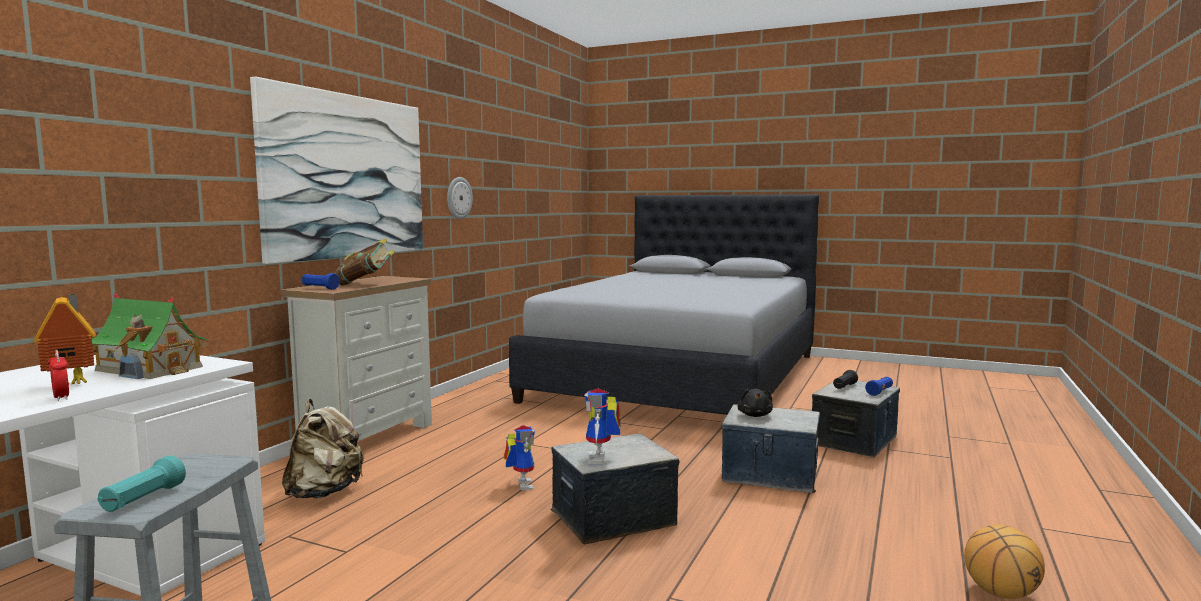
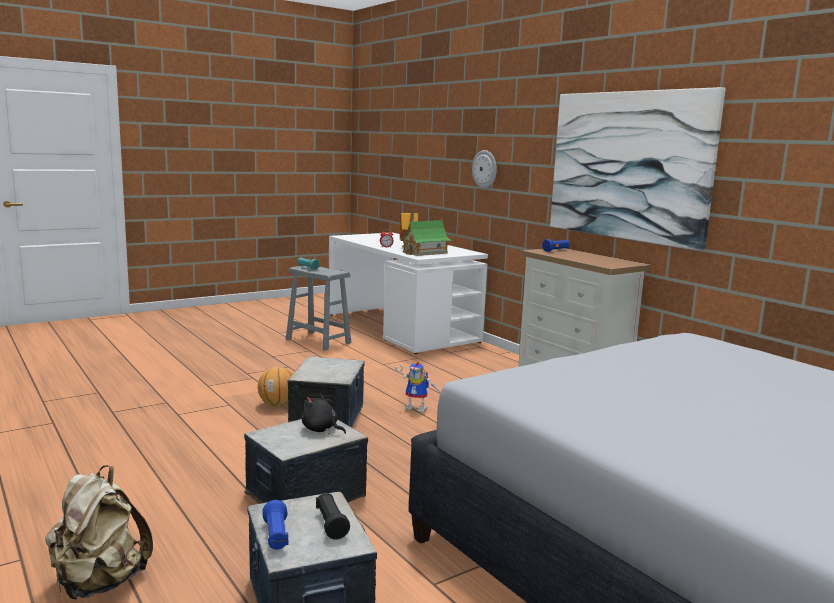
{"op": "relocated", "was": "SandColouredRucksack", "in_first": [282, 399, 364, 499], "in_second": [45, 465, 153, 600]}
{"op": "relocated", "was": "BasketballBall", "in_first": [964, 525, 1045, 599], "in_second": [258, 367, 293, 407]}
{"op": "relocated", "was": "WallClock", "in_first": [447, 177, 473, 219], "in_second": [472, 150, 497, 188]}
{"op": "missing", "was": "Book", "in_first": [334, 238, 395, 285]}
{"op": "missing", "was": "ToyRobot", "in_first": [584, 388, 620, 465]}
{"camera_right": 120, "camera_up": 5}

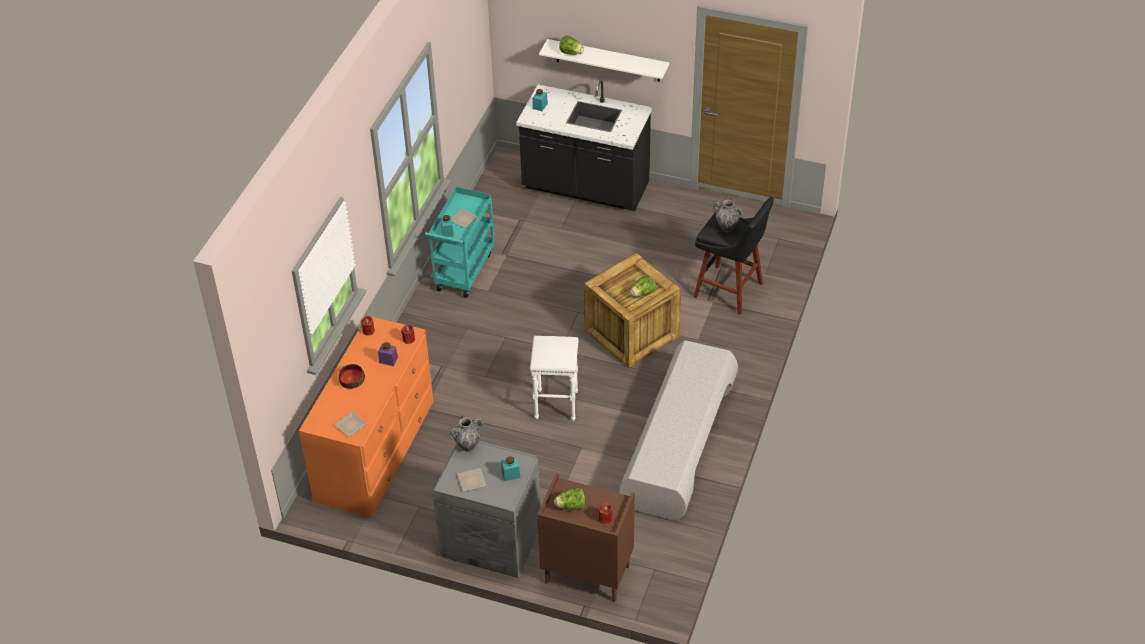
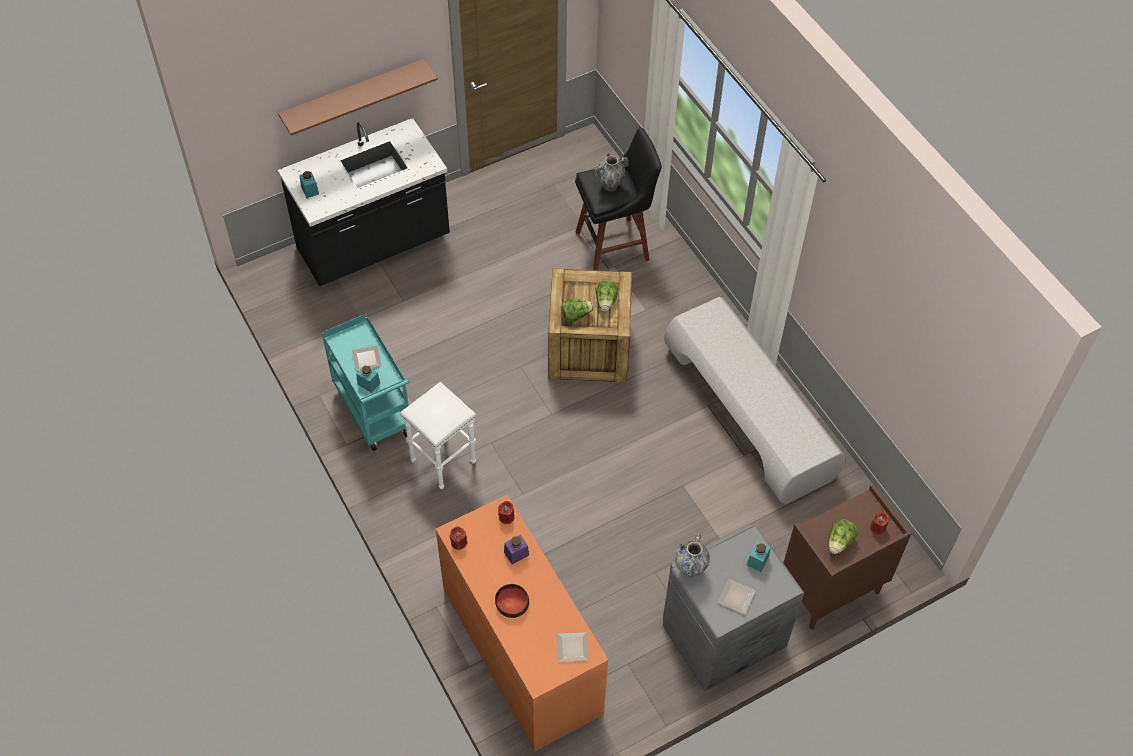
{"op": "colour", "was": "WhiteBracketShelf", "now": "BrownColouredBracketShelf", "in_first": [539, 39, 669, 82], "in_second": [278, 59, 438, 135]}
{"op": "relocated", "was": "WhiteSittingStool", "in_first": [530, 336, 579, 421], "in_second": [400, 382, 476, 489]}
{"op": "relocated", "was": "HeadOfLettuce", "in_first": [559, 35, 584, 55], "in_second": [562, 299, 594, 322]}
{"camera_right": -50, "camera_up": 10}

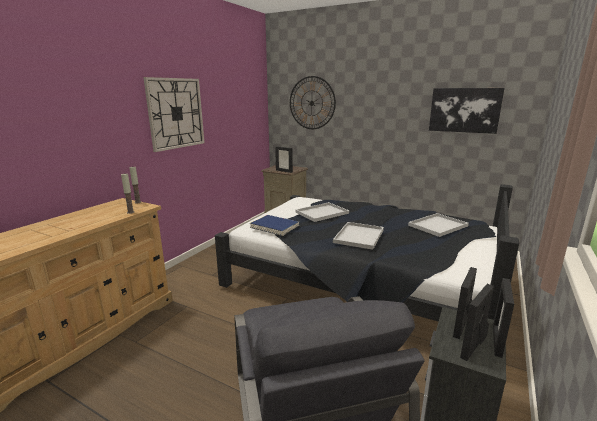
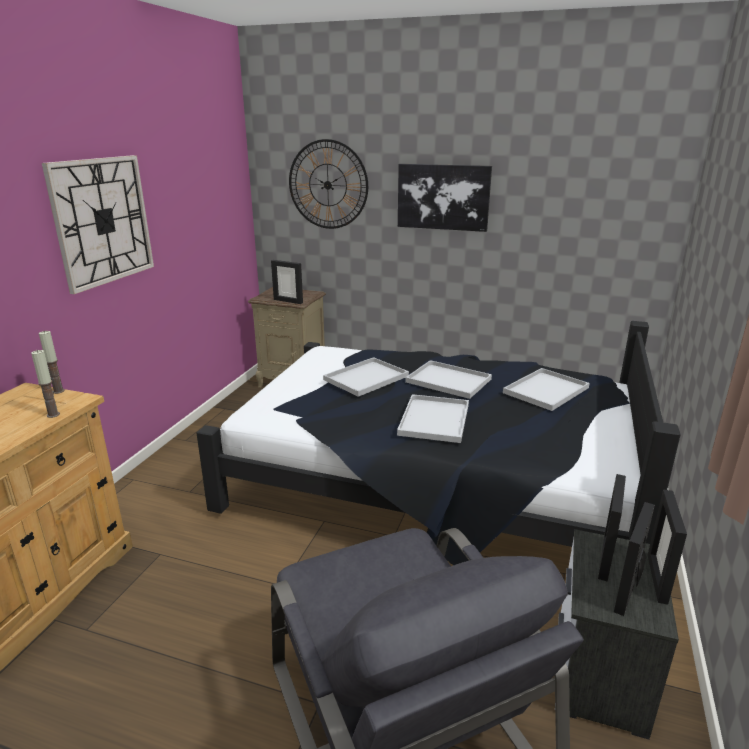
{"op": "relocated", "was": "WallArt", "in_first": [429, 88, 504, 134], "in_second": [398, 164, 492, 232]}
{"op": "appeared", "now": "WhiteServingTray", "in_second": [405, 360, 492, 399]}
{"op": "missing", "was": "BluishBook", "in_first": [250, 215, 300, 236]}
{"camera_right": -10, "camera_up": 5}

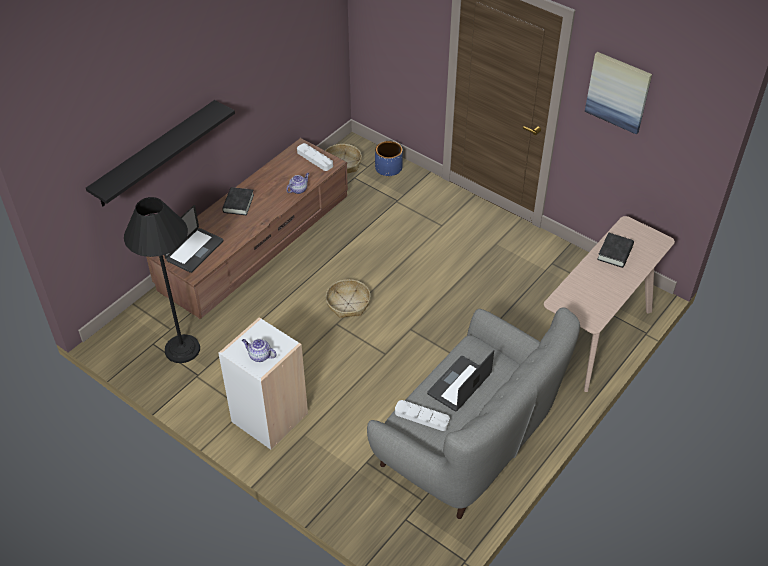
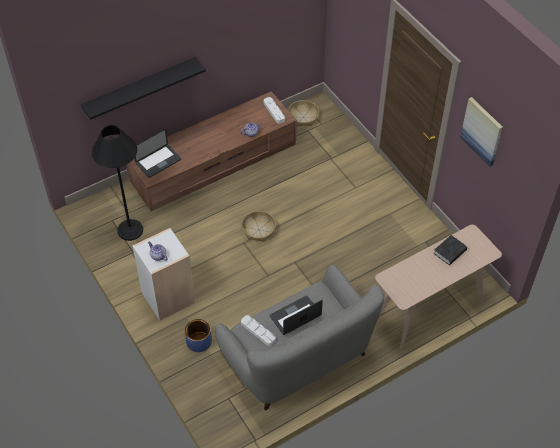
{"op": "relocated", "was": "BluishPlantPot", "in_first": [375, 141, 403, 176], "in_second": [185, 319, 212, 352]}
{"op": "missing", "was": "BlackBook", "in_first": [222, 187, 254, 215]}
{"camera_right": 20, "camera_up": 5}

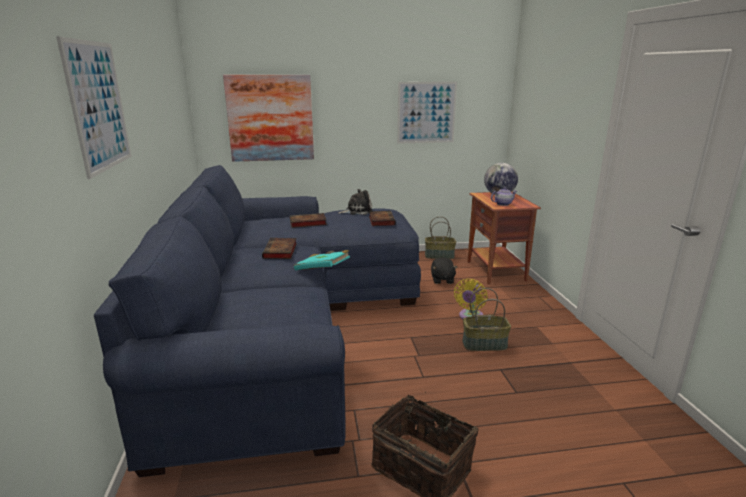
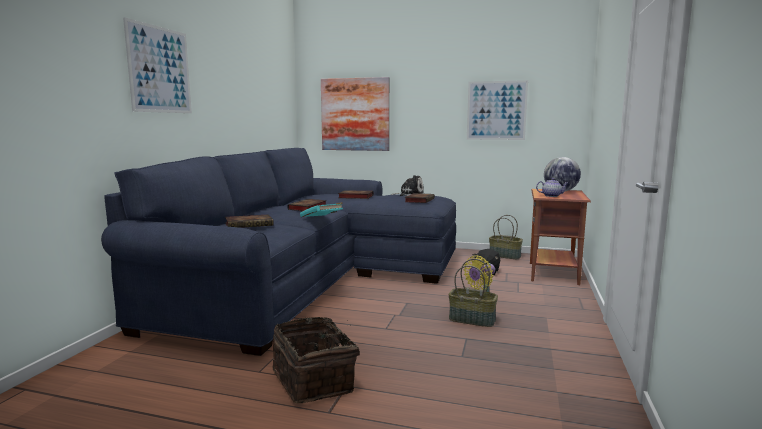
{"op": "appeared", "now": "Book", "in_second": [225, 214, 274, 228]}
{"camera_right": 25, "camera_up": -10}

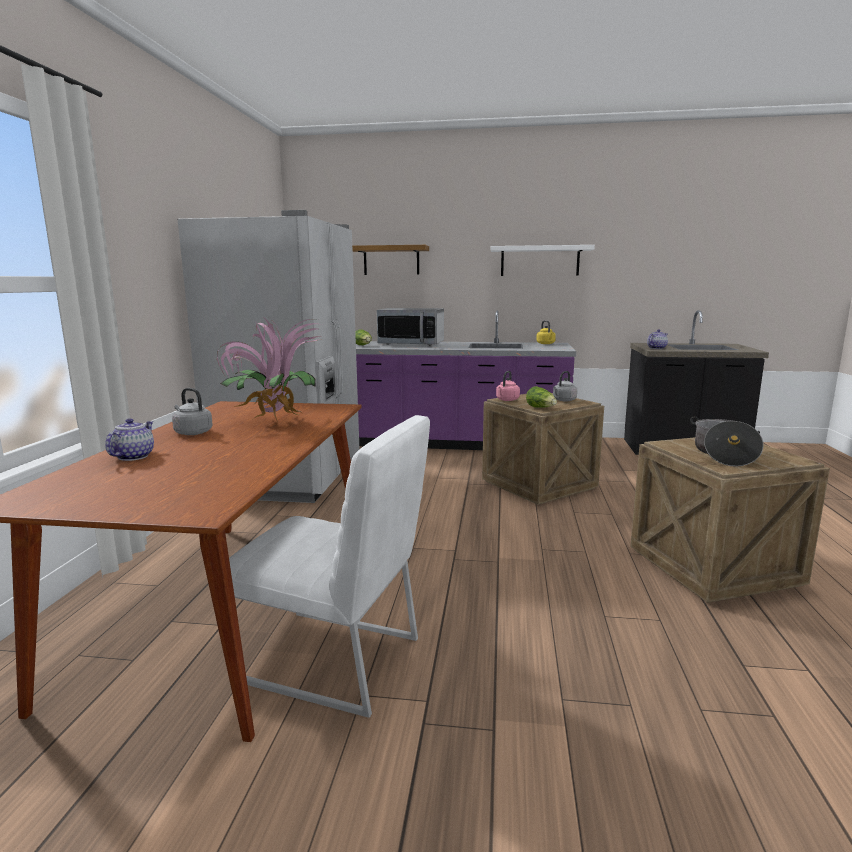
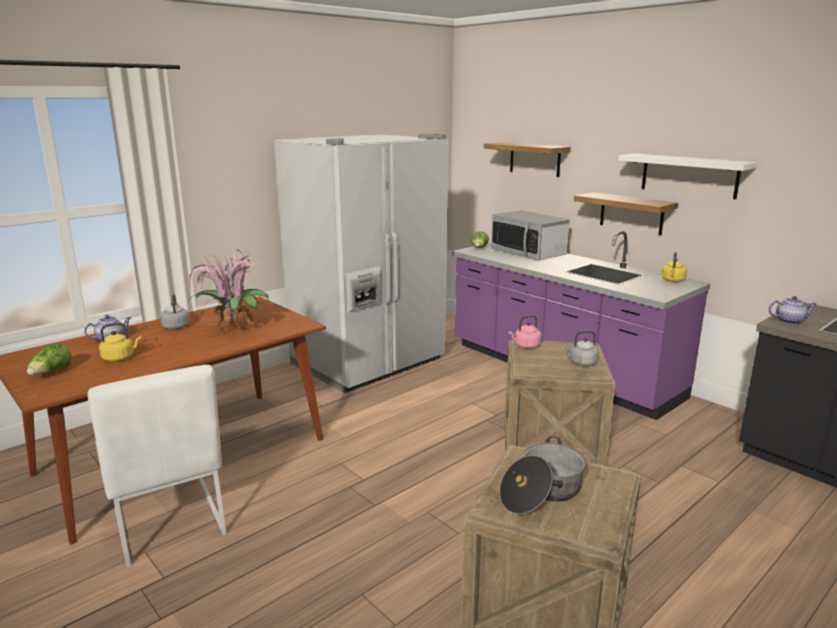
{"op": "relocated", "was": "HeadOfLettuce", "in_first": [526, 386, 557, 408], "in_second": [27, 343, 72, 375]}
{"op": "appeared", "now": "YellowKettle", "in_second": [99, 323, 142, 362]}
{"op": "appeared", "now": "BracketShelf", "in_second": [574, 192, 678, 235]}
{"camera_right": 40, "camera_up": 5}

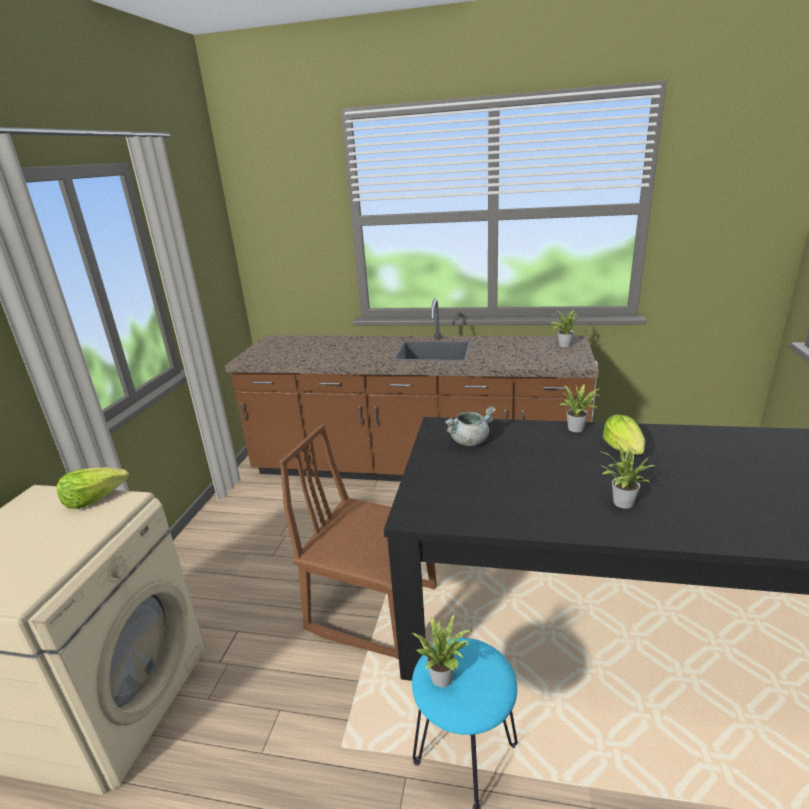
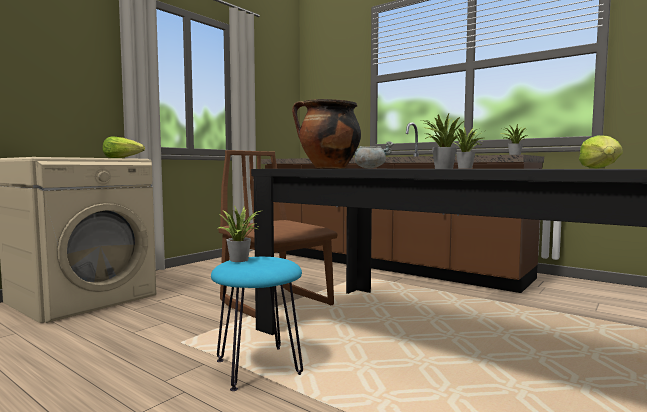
{"op": "appeared", "now": "CookingPot", "in_second": [292, 99, 361, 169]}
{"op": "relocated", "was": "HeadOfLettuce", "in_first": [603, 414, 645, 455], "in_second": [579, 135, 623, 169]}
{"camera_right": 25, "camera_up": -20}

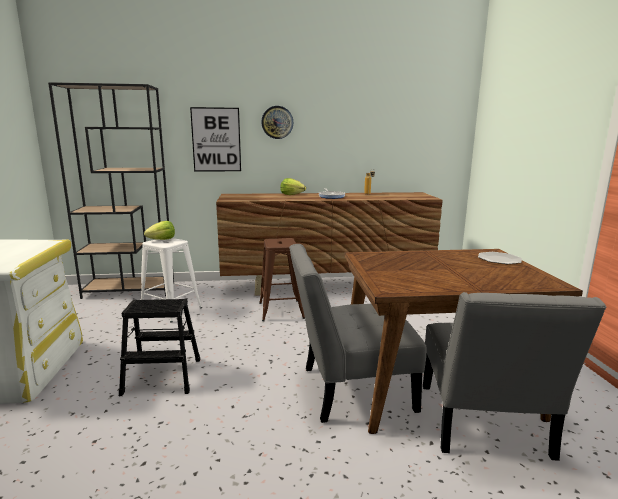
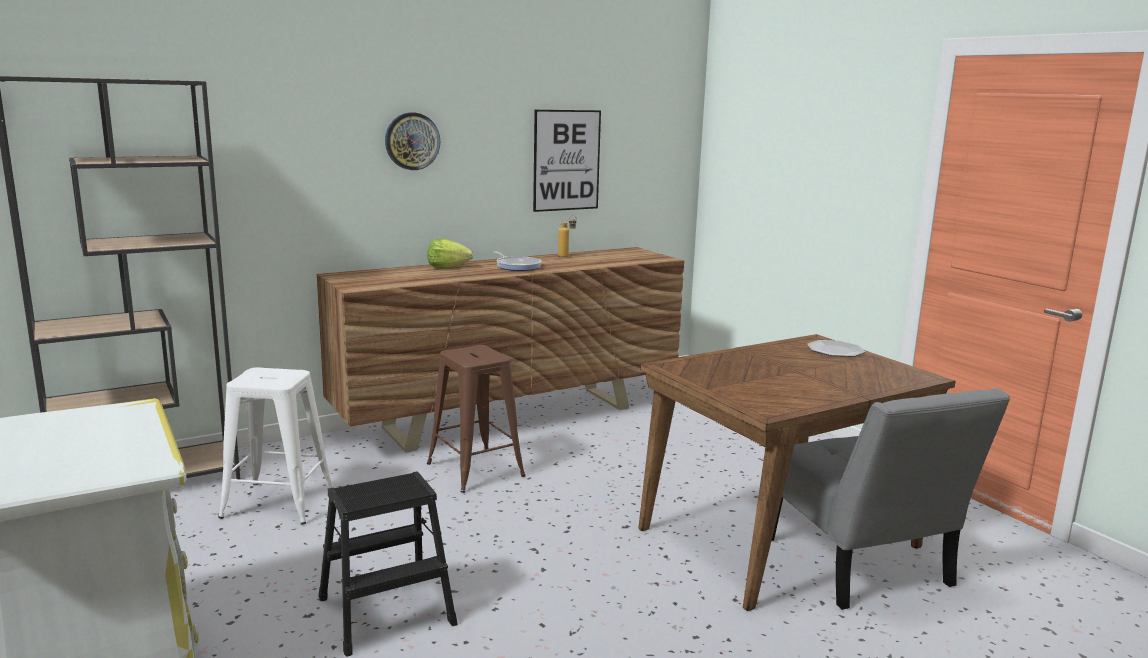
{"op": "relocated", "was": "WallArt", "in_first": [190, 107, 241, 171], "in_second": [533, 110, 601, 212]}
{"op": "missing", "was": "HeadOfLettuce", "in_first": [144, 221, 175, 240]}
{"op": "missing", "was": "GrayChair", "in_first": [289, 244, 426, 423]}
{"camera_right": -25, "camera_up": 0}

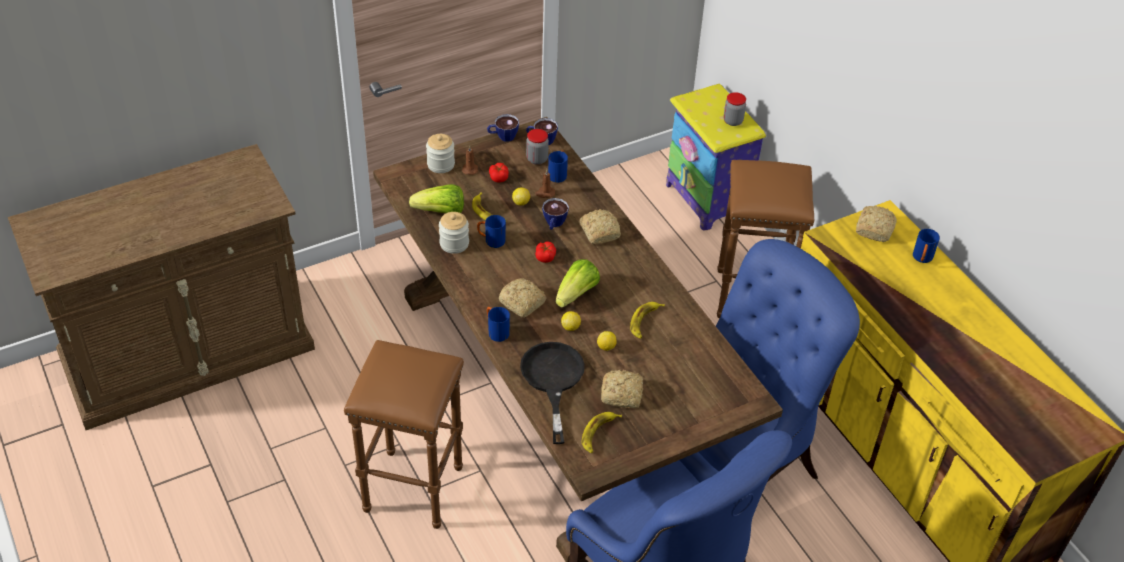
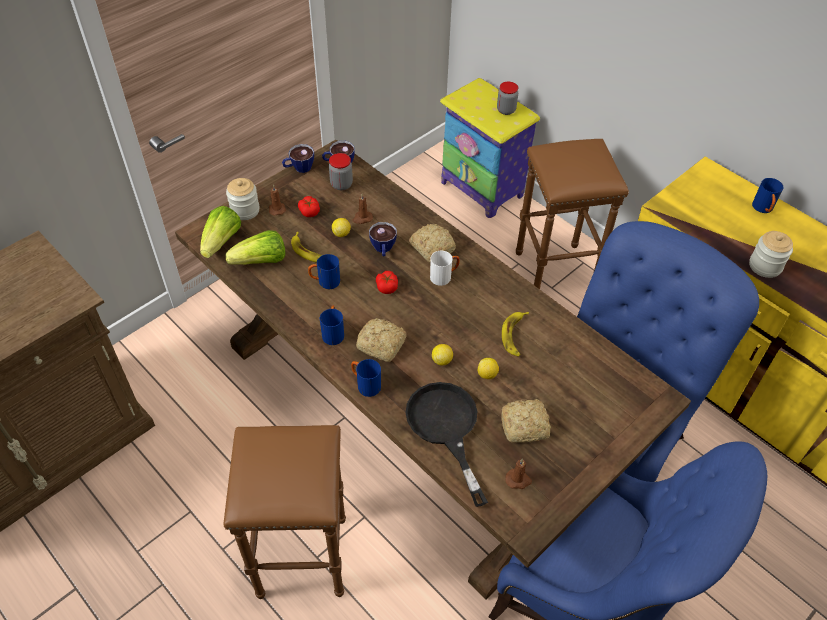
{"op": "relocated", "was": "HeadOfLettuce", "in_first": [556, 259, 600, 307], "in_second": [200, 206, 241, 258]}
{"op": "relocated", "was": "BluishCoffeeMug", "in_first": [548, 150, 568, 183], "in_second": [320, 306, 344, 345]}
{"op": "appeared", "now": "WhiteCoffeeMug", "in_second": [430, 251, 460, 286]}
{"op": "exchanged", "was": "Banana", "now": "BrownColouredWaxCandle", "in_first": [582, 412, 622, 453], "in_second": [505, 459, 532, 489]}
{"op": "relocated", "was": "PreserveJar", "in_first": [439, 212, 469, 254], "in_second": [749, 231, 793, 278]}
{"op": "missing", "was": "Bread", "in_first": [856, 206, 897, 242]}
{"camera_right": -15, "camera_up": 5}

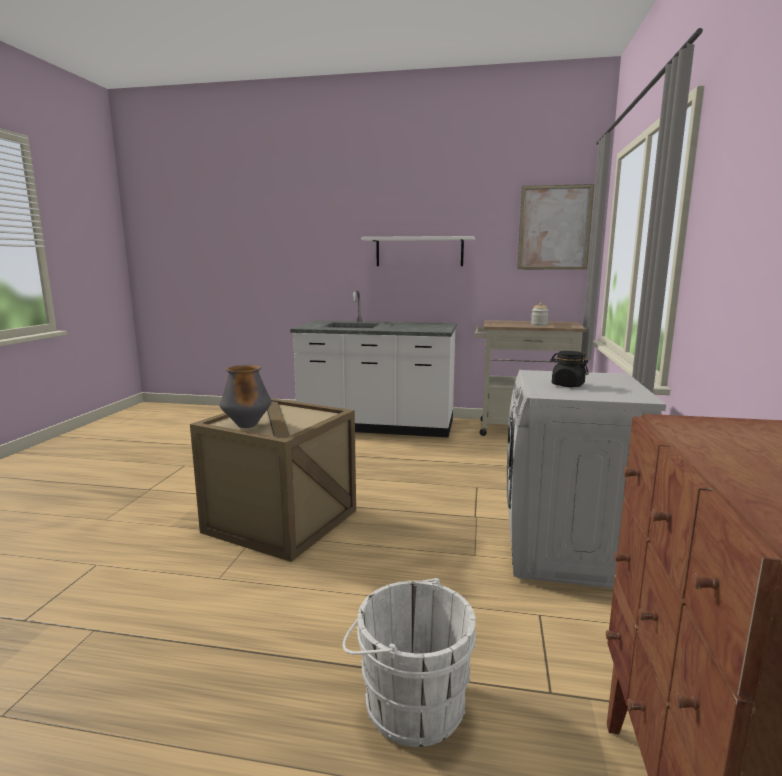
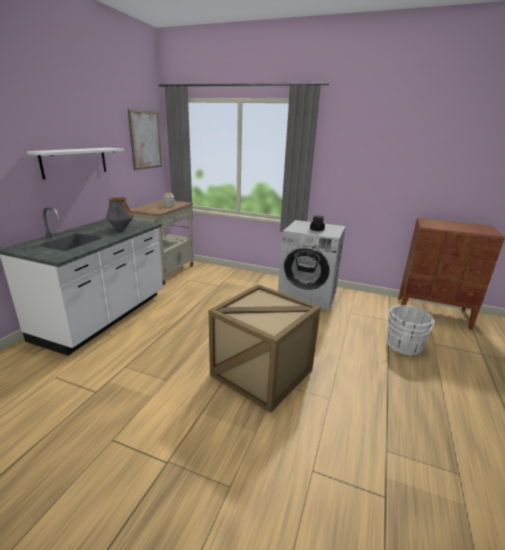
{"op": "relocated", "was": "DecorativeVase", "in_first": [219, 365, 272, 428], "in_second": [106, 197, 133, 230]}
{"camera_right": -80, "camera_up": 10}

